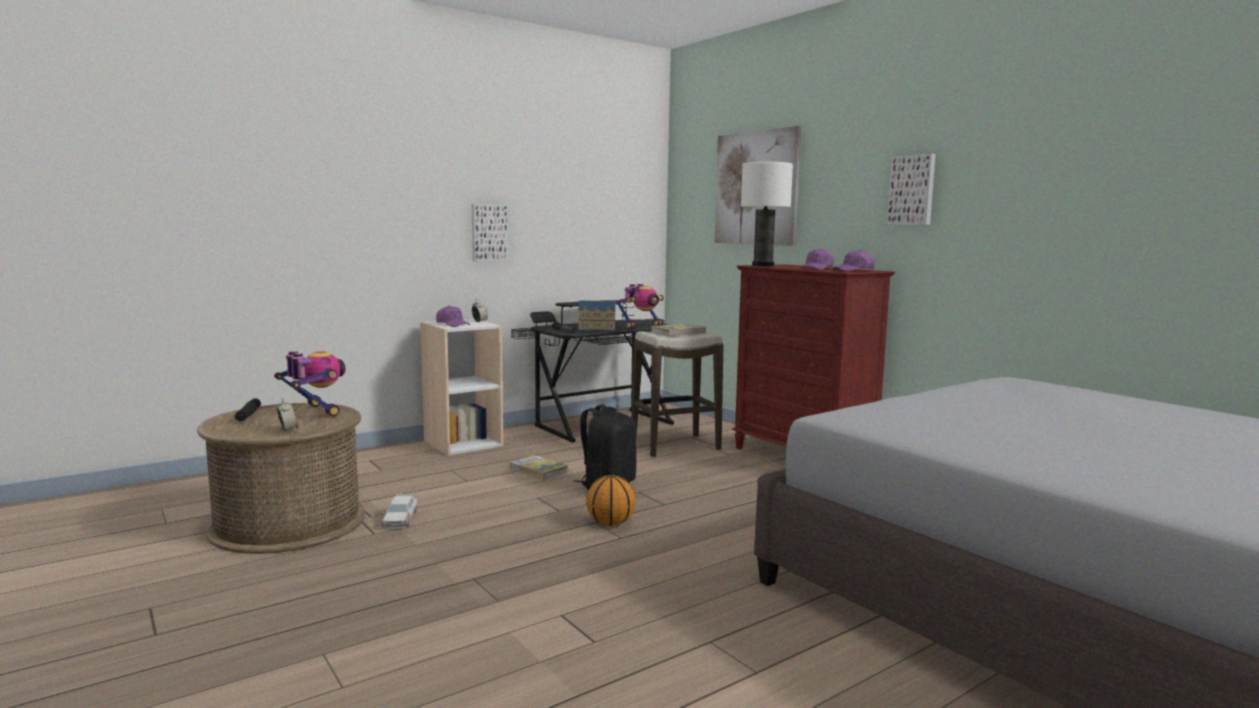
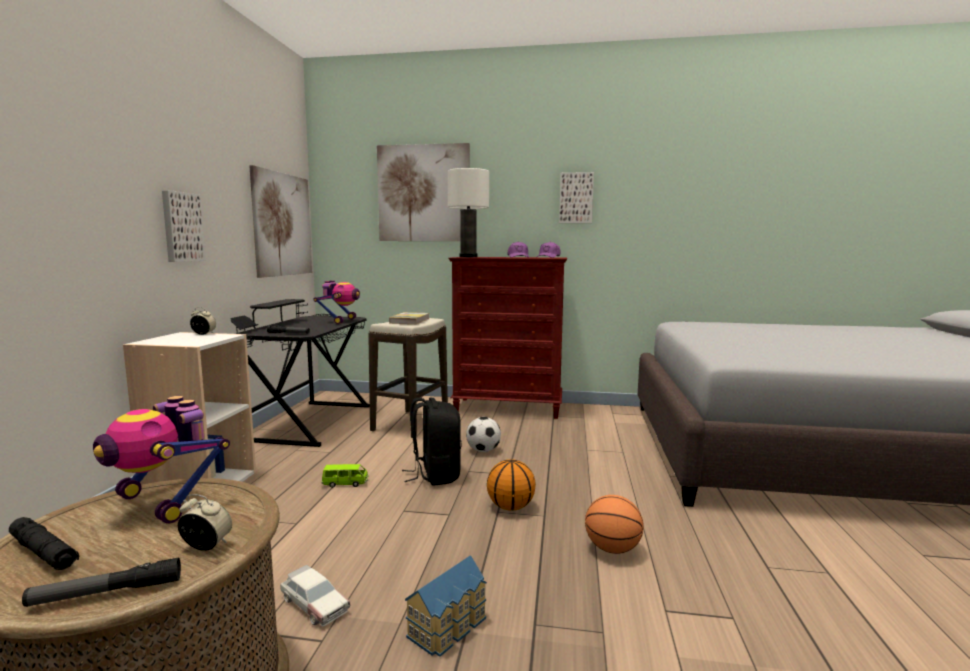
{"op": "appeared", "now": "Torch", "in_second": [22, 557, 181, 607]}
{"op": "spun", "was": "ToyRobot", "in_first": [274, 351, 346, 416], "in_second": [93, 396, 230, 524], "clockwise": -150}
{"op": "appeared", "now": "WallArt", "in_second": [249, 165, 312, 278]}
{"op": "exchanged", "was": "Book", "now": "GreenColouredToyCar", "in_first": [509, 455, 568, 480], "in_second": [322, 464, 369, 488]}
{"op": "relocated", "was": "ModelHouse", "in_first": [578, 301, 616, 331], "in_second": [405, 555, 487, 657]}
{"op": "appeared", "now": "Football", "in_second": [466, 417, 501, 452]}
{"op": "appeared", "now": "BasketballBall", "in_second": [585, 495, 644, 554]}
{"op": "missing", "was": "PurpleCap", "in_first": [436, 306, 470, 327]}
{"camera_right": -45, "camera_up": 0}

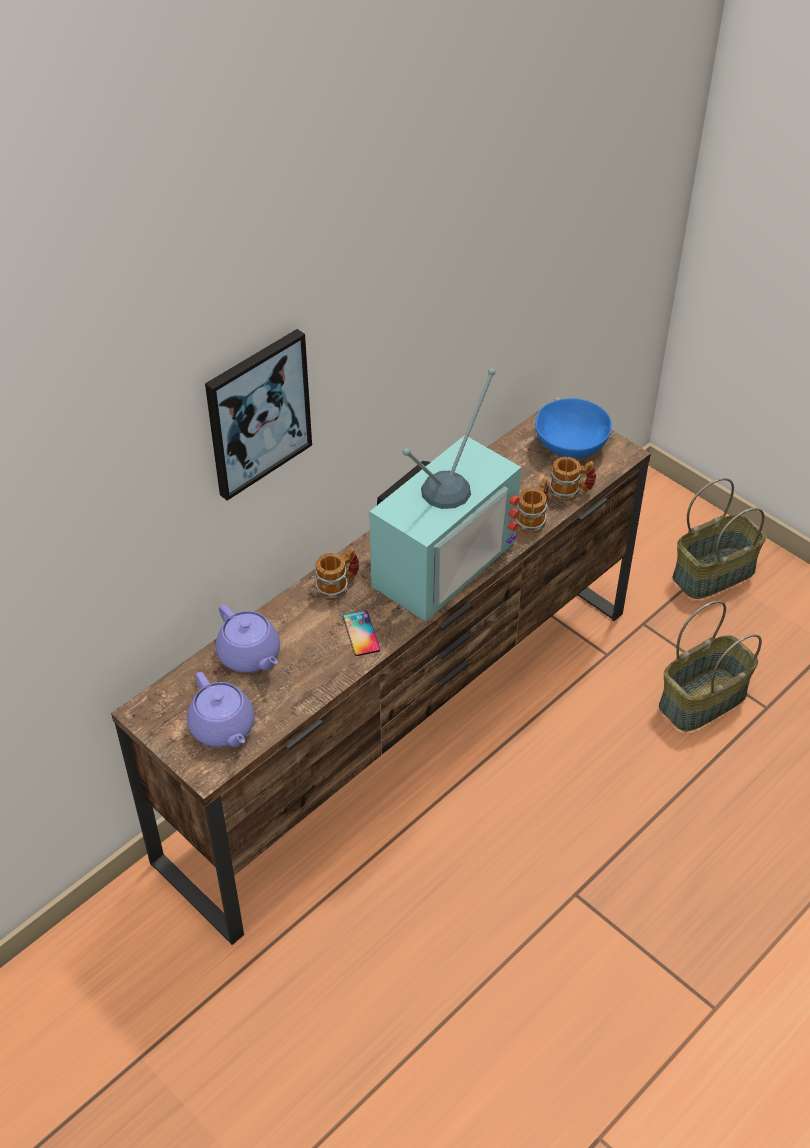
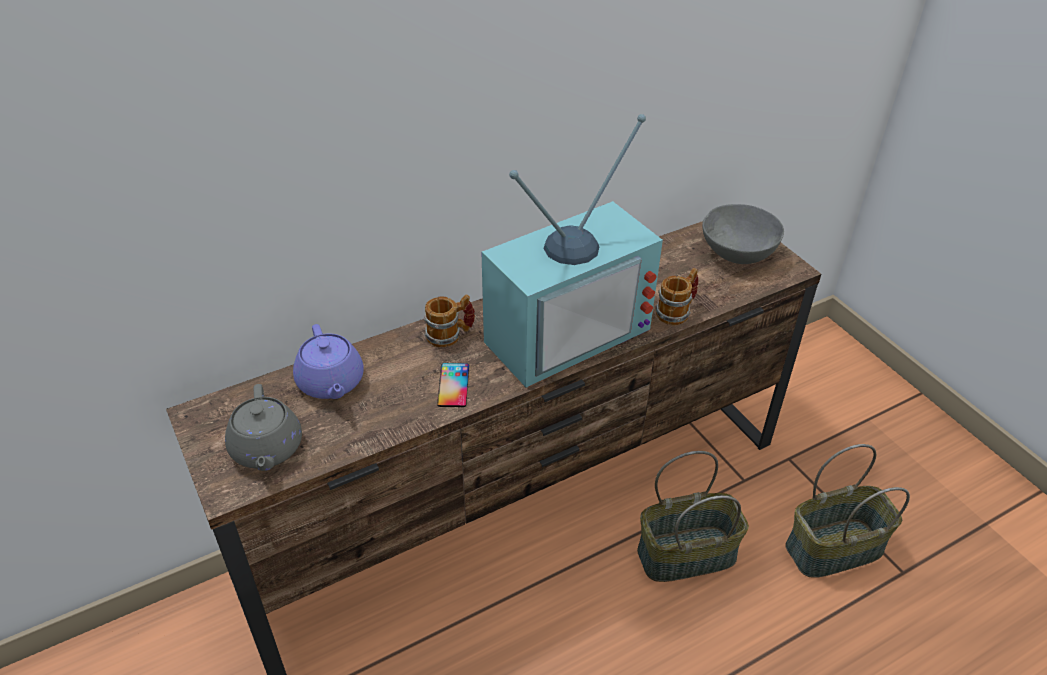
{"op": "colour", "was": "PurplePotForTea", "now": "GrayPotForTea", "in_first": [187, 672, 255, 747], "in_second": [225, 384, 302, 471]}
{"op": "relocated", "was": "StorageBasket", "in_first": [673, 478, 766, 599], "in_second": [637, 451, 749, 582]}
{"op": "colour", "was": "BluishDeepDish", "now": "GrayDeepDish", "in_first": [535, 398, 612, 459], "in_second": [702, 204, 784, 264]}
{"op": "missing", "was": "WallArt", "in_first": [205, 329, 312, 501]}
{"op": "missing", "was": "CoffeeMug", "in_first": [548, 457, 596, 501]}
{"camera_right": 15, "camera_up": -5}

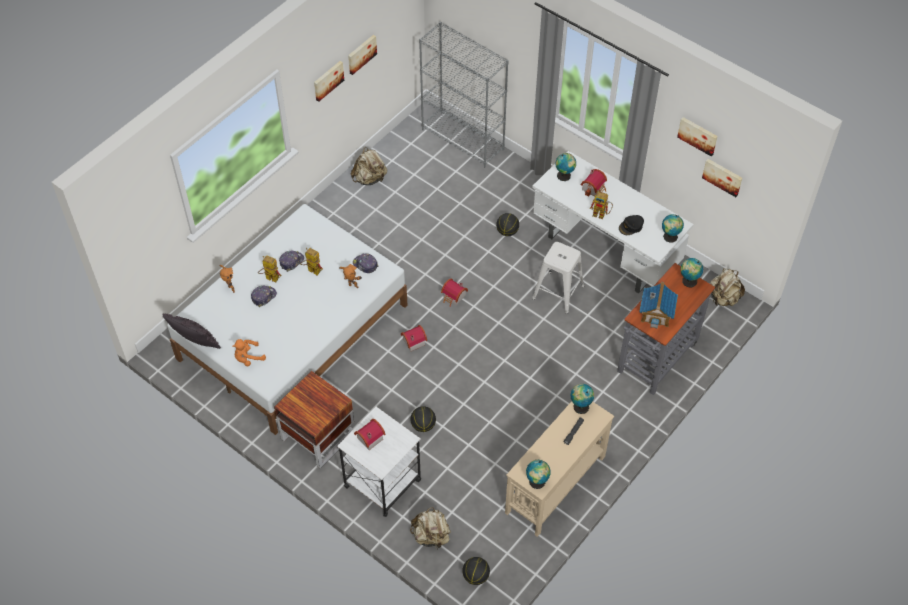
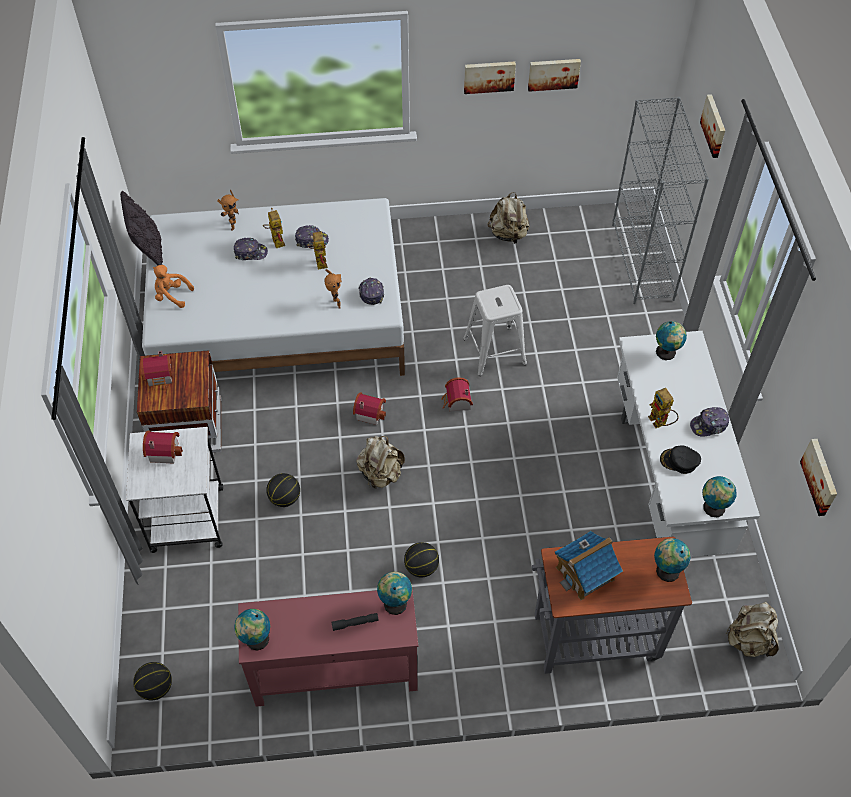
{"op": "relocated", "was": "ModelHouse", "in_first": [581, 169, 607, 197], "in_second": [141, 351, 173, 391]}
{"op": "colour", "was": "SandColouredNarrowTable", "now": "RedColouredNarrowTable", "in_first": [505, 401, 614, 537], "in_second": [238, 589, 418, 707]}
{"op": "relocated", "was": "SandColouredRucksack", "in_first": [410, 507, 451, 550], "in_second": [356, 436, 405, 489]}
{"op": "relocated", "was": "BasketballBall", "in_first": [496, 213, 519, 236], "in_second": [404, 542, 439, 577]}
{"op": "relocated", "was": "WhiteSittingStool", "in_first": [532, 242, 584, 314], "in_second": [463, 285, 527, 376]}
{"op": "appeared", "now": "Cap", "in_second": [690, 407, 729, 437]}
{"op": "relocated", "was": "WallArt", "in_first": [677, 117, 718, 156], "in_second": [700, 94, 725, 158]}
{"camera_right": 45, "camera_up": 0}

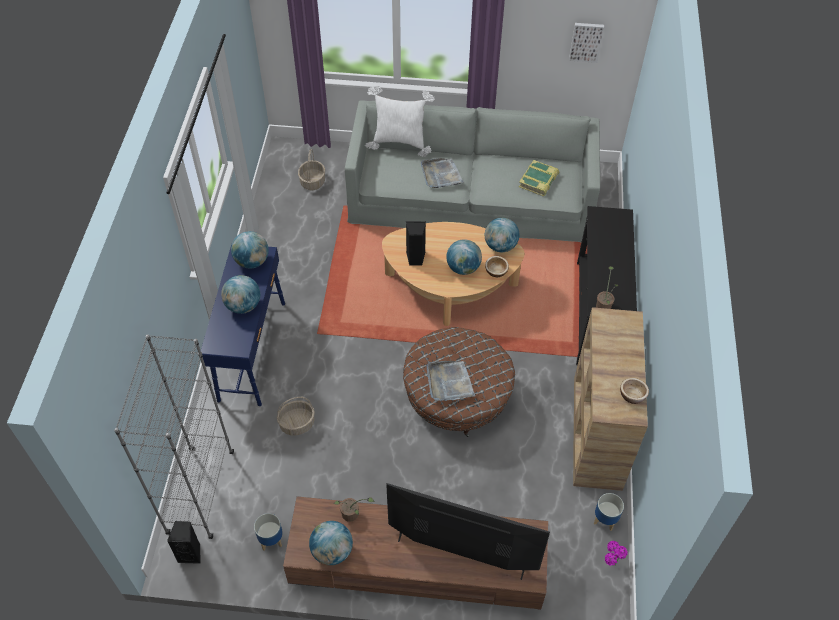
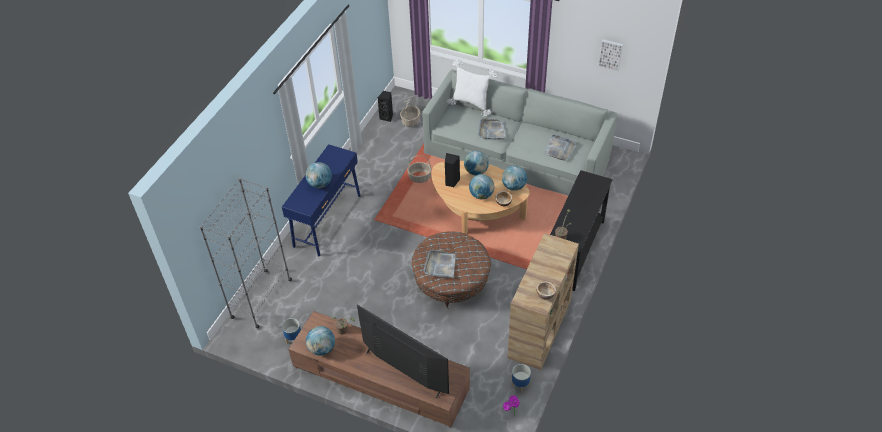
{"op": "relocated", "was": "BlackAudioSpeaker", "in_first": [167, 521, 201, 564], "in_second": [377, 91, 393, 122]}
{"op": "relocated", "was": "StorageBasket", "in_first": [277, 397, 315, 435], "in_second": [407, 155, 432, 183]}
{"op": "relocated", "was": "WorldGlobe", "in_first": [231, 231, 269, 268], "in_second": [464, 151, 489, 176]}
{"op": "exchanged", "was": "Book", "now": "GrayServingTray", "in_first": [519, 160, 559, 196], "in_second": [544, 134, 577, 160]}
{"camera_right": 20, "camera_up": -5}

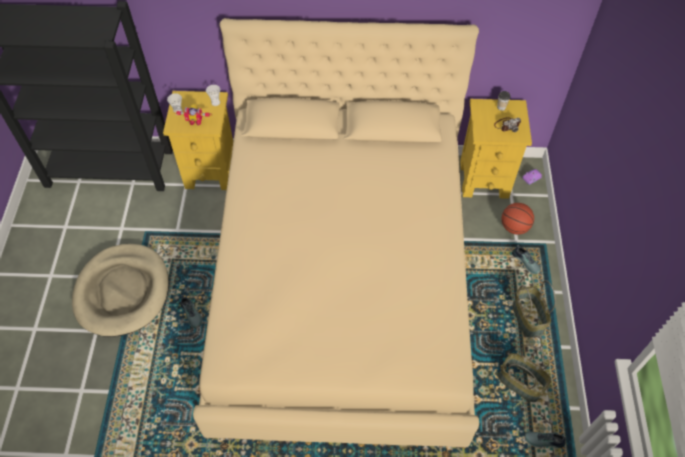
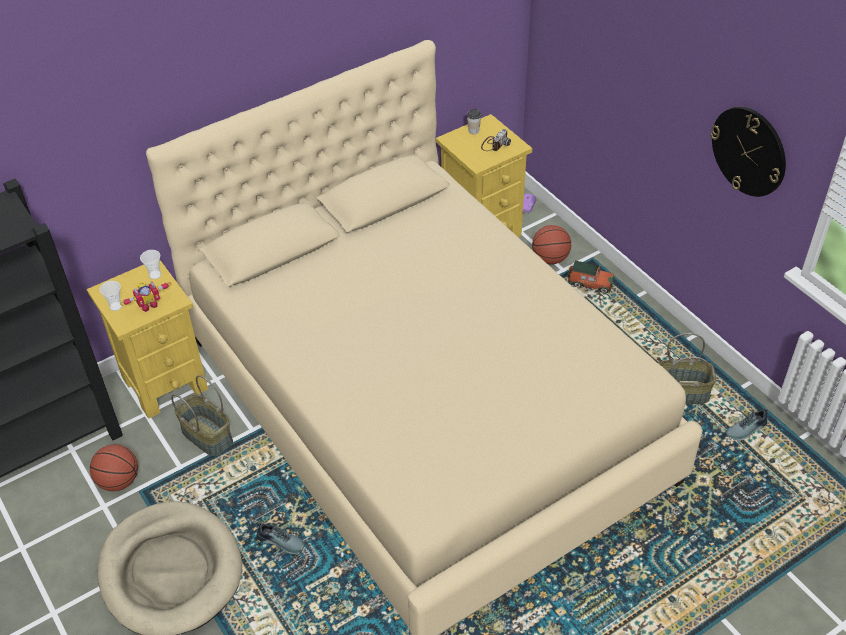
{"op": "appeared", "now": "BasketballBall", "in_second": [90, 444, 138, 492]}
{"op": "relocated", "was": "StorageBasket", "in_first": [512, 280, 556, 338], "in_second": [171, 375, 233, 456]}
{"op": "exchanged", "was": "LowShoe", "now": "ToyCar", "in_first": [512, 244, 541, 274], "in_second": [568, 261, 615, 293]}
{"op": "appeared", "now": "WallClock", "in_second": [710, 107, 786, 197]}
{"camera_right": -35, "camera_up": -10}

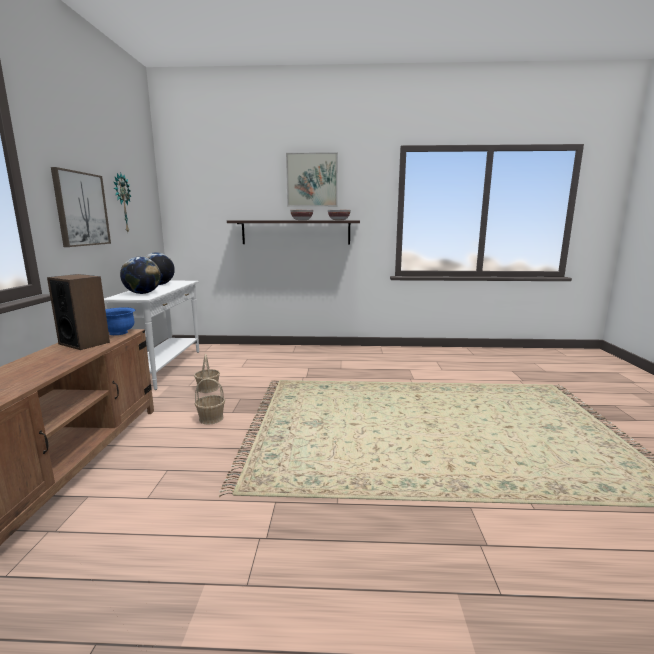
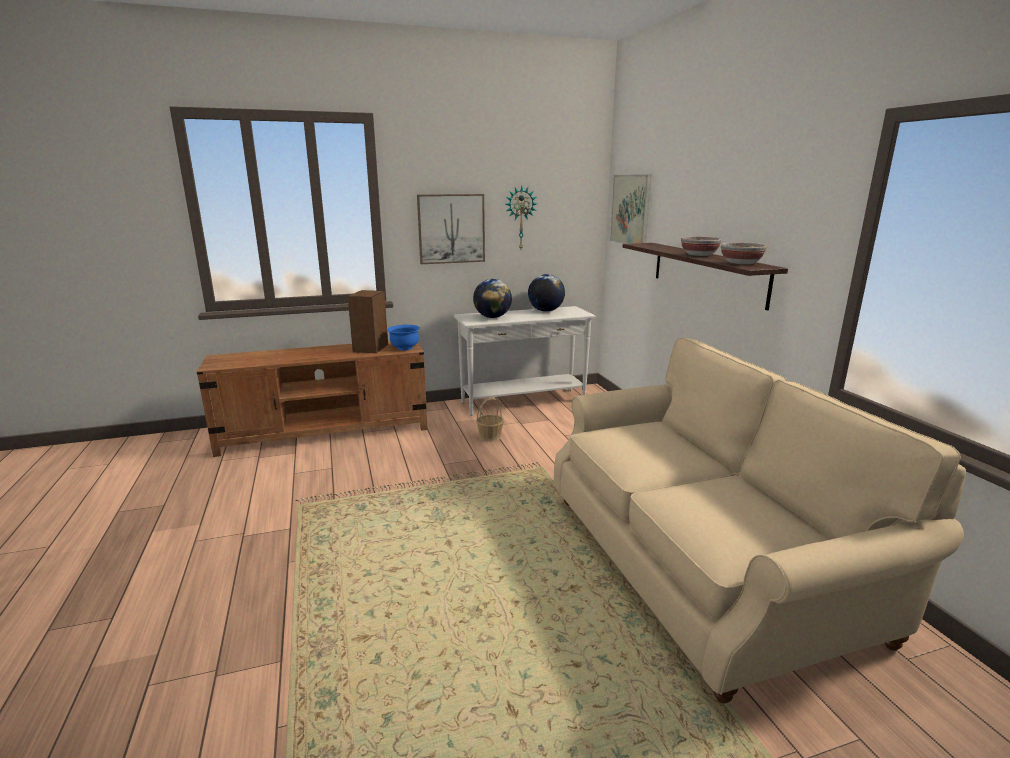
{"op": "appeared", "now": "SandColouredSettee", "in_second": [554, 338, 966, 704]}
{"op": "relocated", "was": "WallArt", "in_first": [286, 152, 338, 207], "in_second": [610, 174, 652, 244]}
{"op": "missing", "was": "StorageBasket", "in_first": [195, 378, 225, 425]}
{"camera_right": 70, "camera_up": 5}

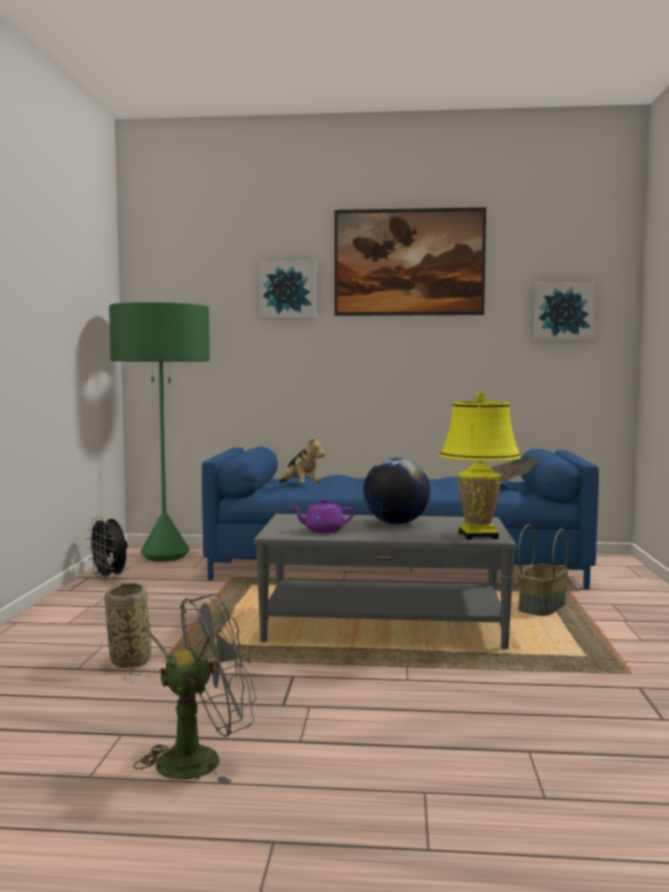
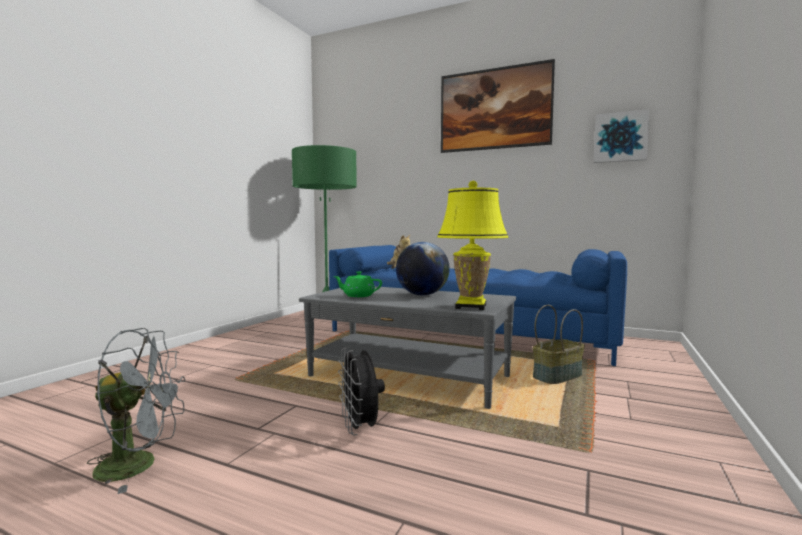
{"op": "colour", "was": "PurplePotForTea", "now": "GreenColouredPotForTea", "in_first": [291, 499, 354, 533], "in_second": [333, 271, 382, 297]}
{"op": "relocated", "was": "BlackFan", "in_first": [86, 516, 128, 581], "in_second": [338, 347, 385, 435]}
{"op": "missing", "was": "StorageBasket", "in_first": [105, 582, 169, 676]}
{"op": "missing", "was": "WallArt", "in_first": [259, 261, 316, 319]}
{"op": "missing", "was": "DailyPaper", "in_first": [491, 457, 539, 482]}
{"camera_right": 20, "camera_up": 0}

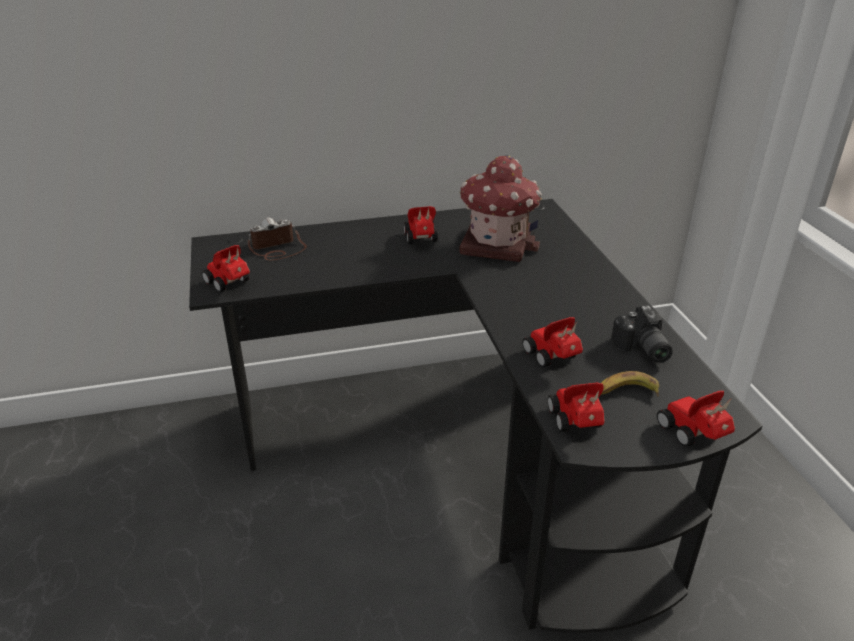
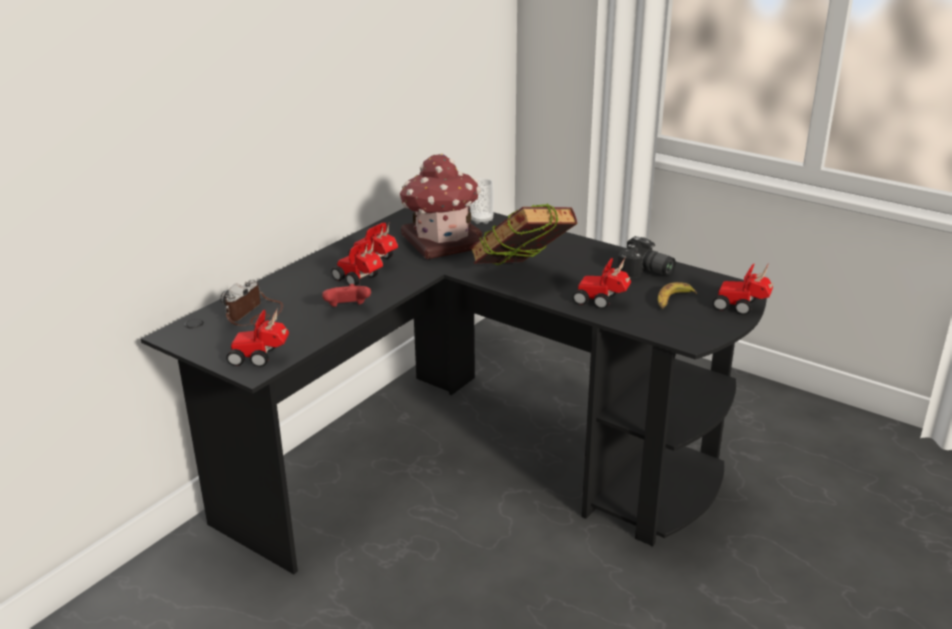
{"op": "appeared", "now": "RedColouredGameController", "in_second": [322, 284, 371, 307]}
{"op": "relocated", "was": "ToyCar", "in_first": [548, 383, 605, 432], "in_second": [331, 240, 383, 286]}
{"op": "appeared", "now": "Book", "in_second": [469, 204, 578, 265]}
{"op": "appeared", "now": "DrinkingCup", "in_second": [470, 178, 494, 224]}
{"camera_right": -40, "camera_up": -5}

